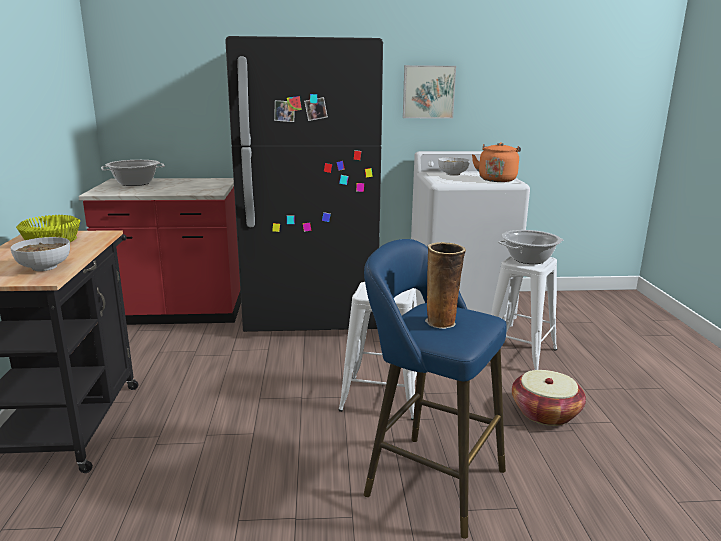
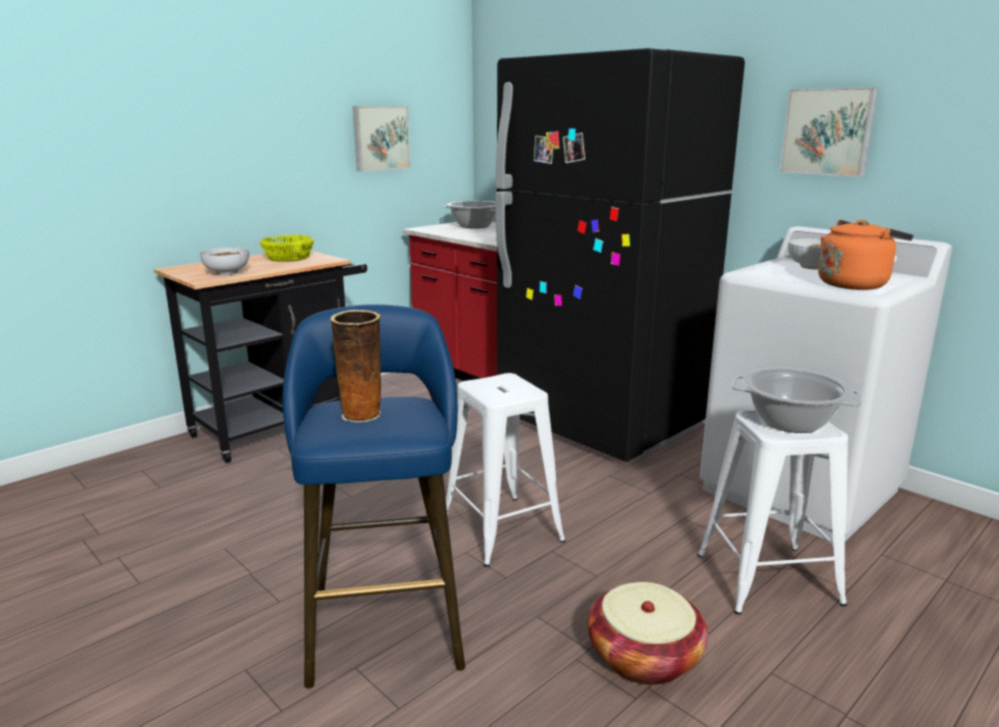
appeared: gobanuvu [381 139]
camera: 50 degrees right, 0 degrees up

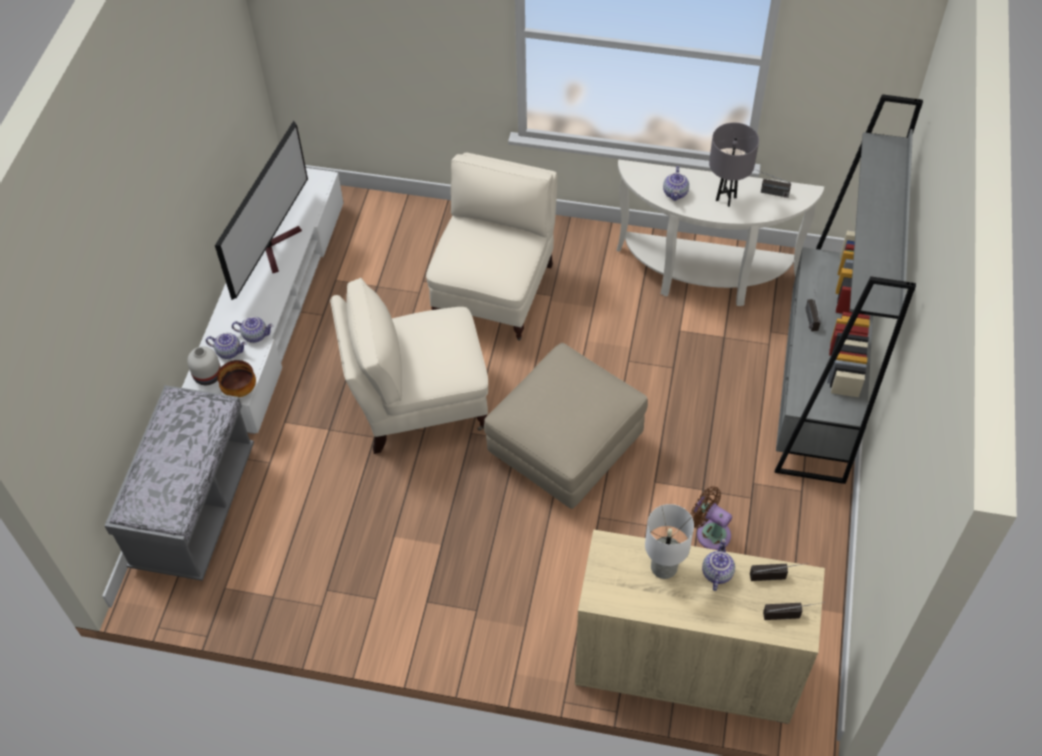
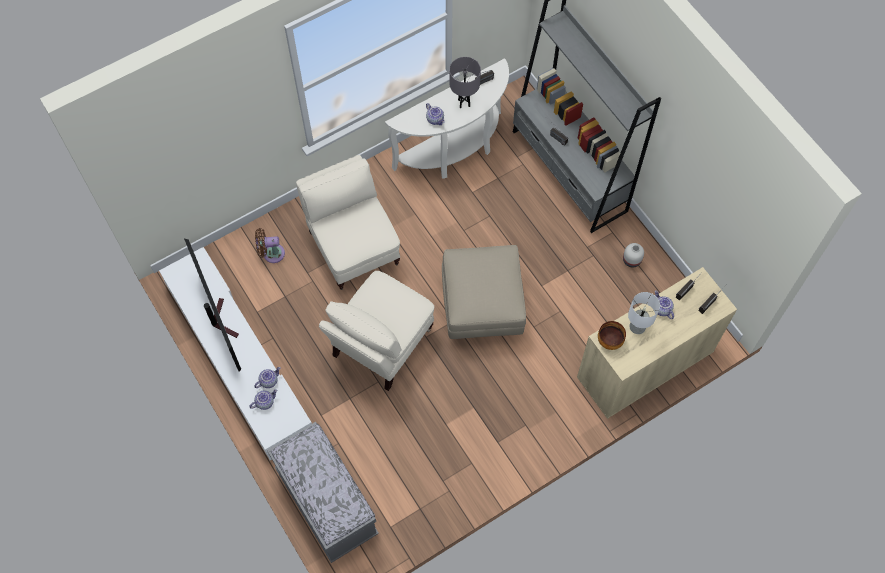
relocated: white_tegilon [204 365] to [633 255]; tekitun [236 378] to [612 335]; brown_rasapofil [711 518] to [270 245]
camera: 45 degrees left, 10 degrees up

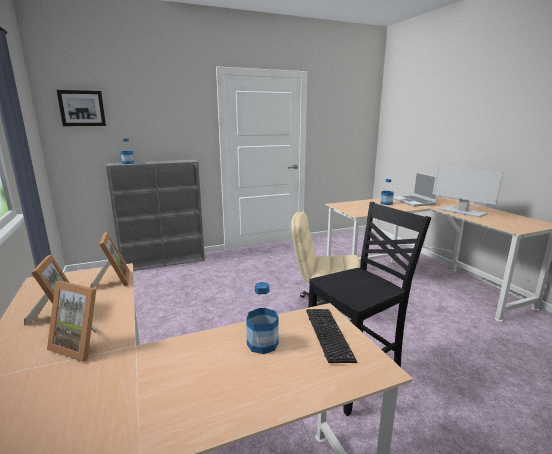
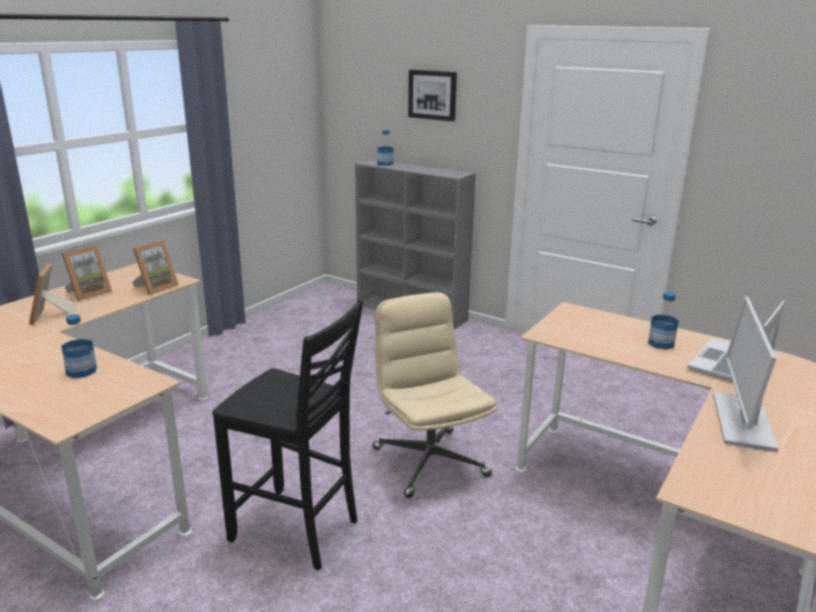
missing: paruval [331 336]
relocated: gobanuvu [81 108] to [432 95]
camera: 55 degrees right, 5 degrees up

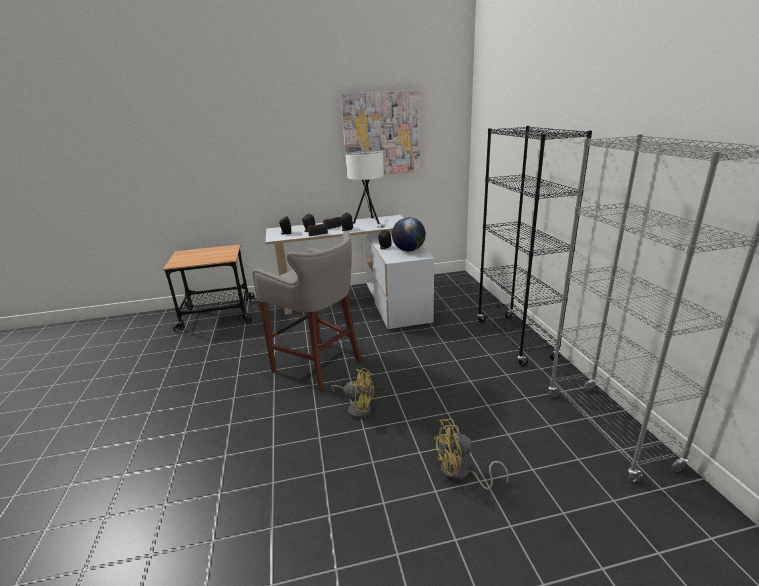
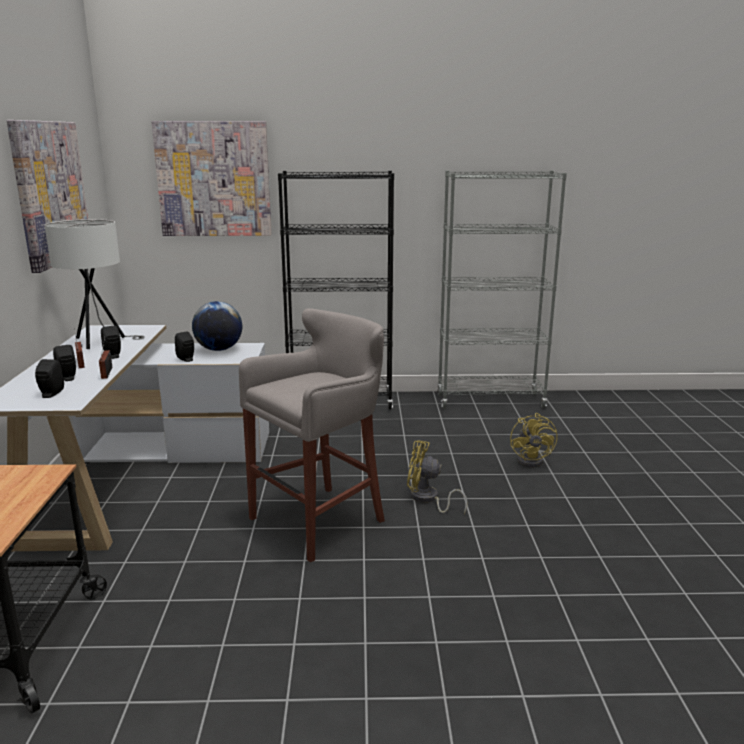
appeared: gobanuvu [212 178]
spun: yellow_rasapofil [352 393] = [437 477] 105 degrees counterclockwise
camera: 80 degrees left, 5 degrees down

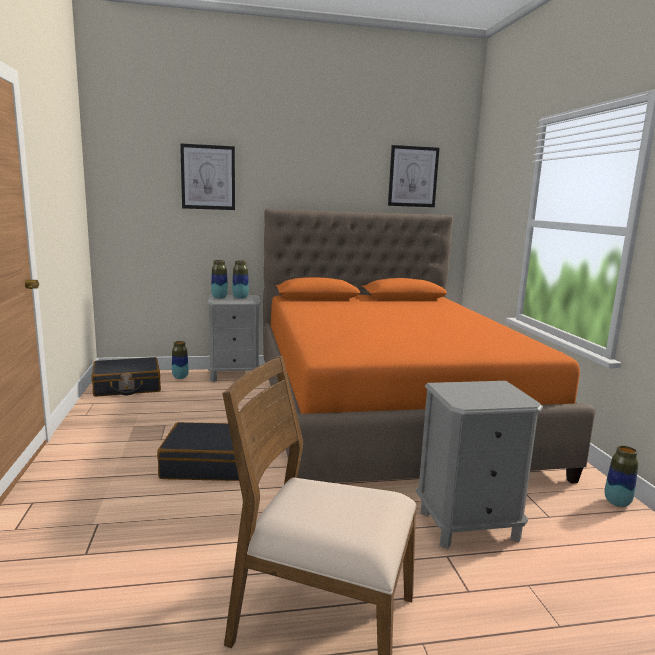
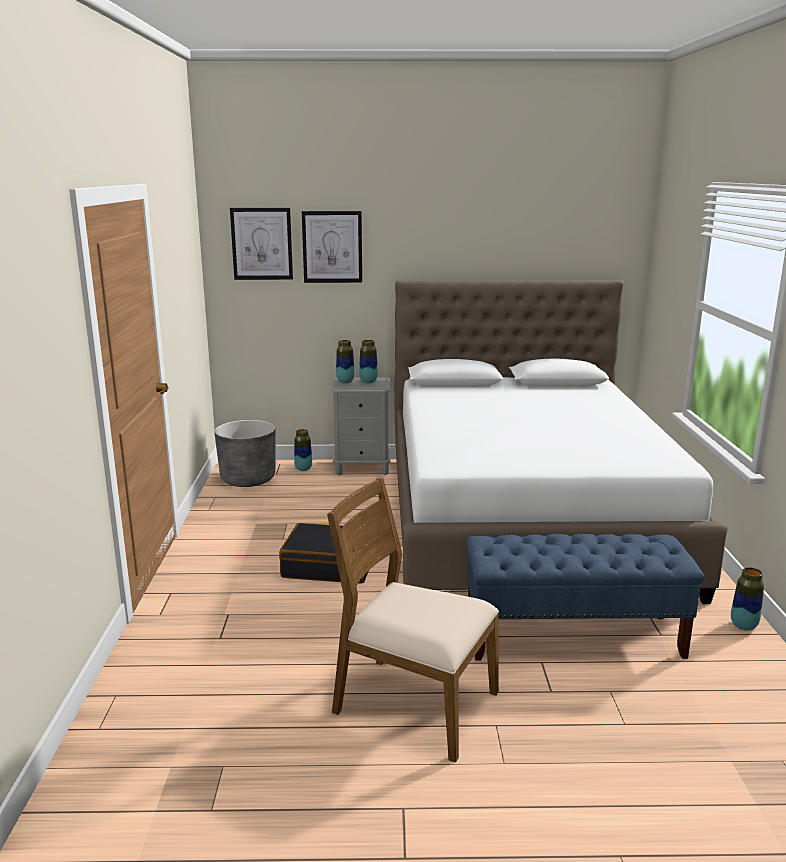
relocated: gobanuvu [413 176] to [261 244]
exchanged: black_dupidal [126 377] to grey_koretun [244 453]; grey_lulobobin [479 465] to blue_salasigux [585 597]
colour: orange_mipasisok [429 346] to white_mipasisok [561 442]
camera: 10 degrees right, 5 degrees up

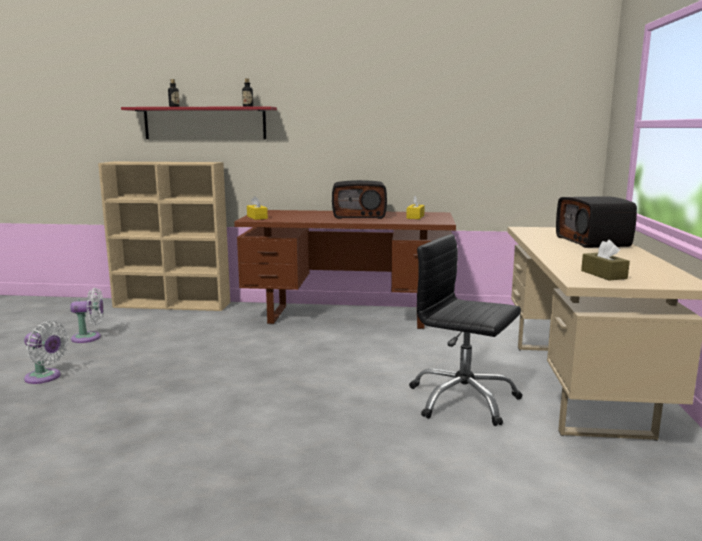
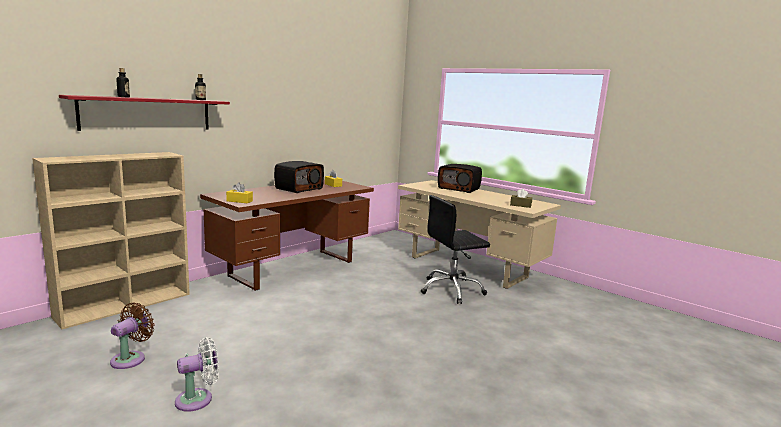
colour: white_rasapofil [87 315] to brown_rasapofil [132 335]
camera: 55 degrees left, 0 degrees up

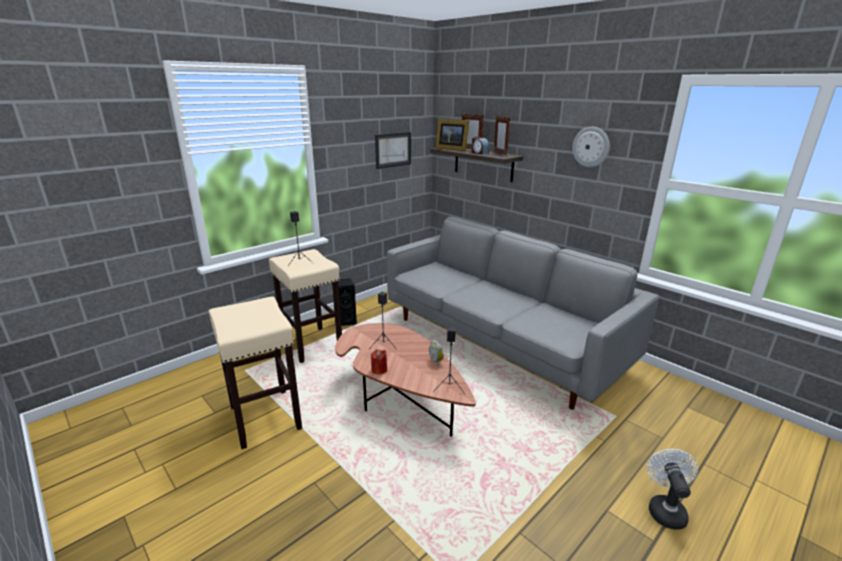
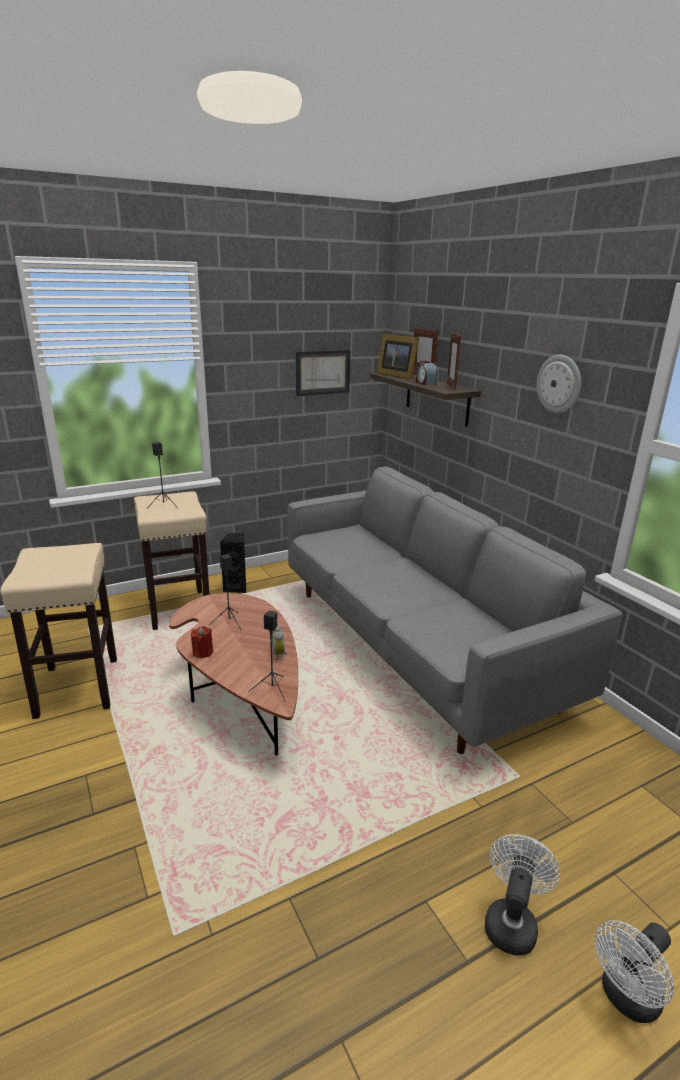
appeared: white_rasapofil [634 971]
camera: 15 degrees right, 0 degrees up

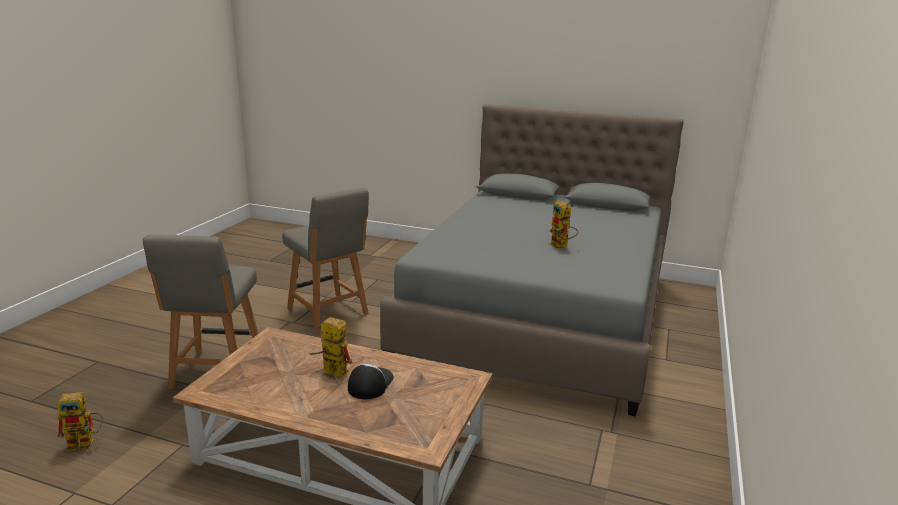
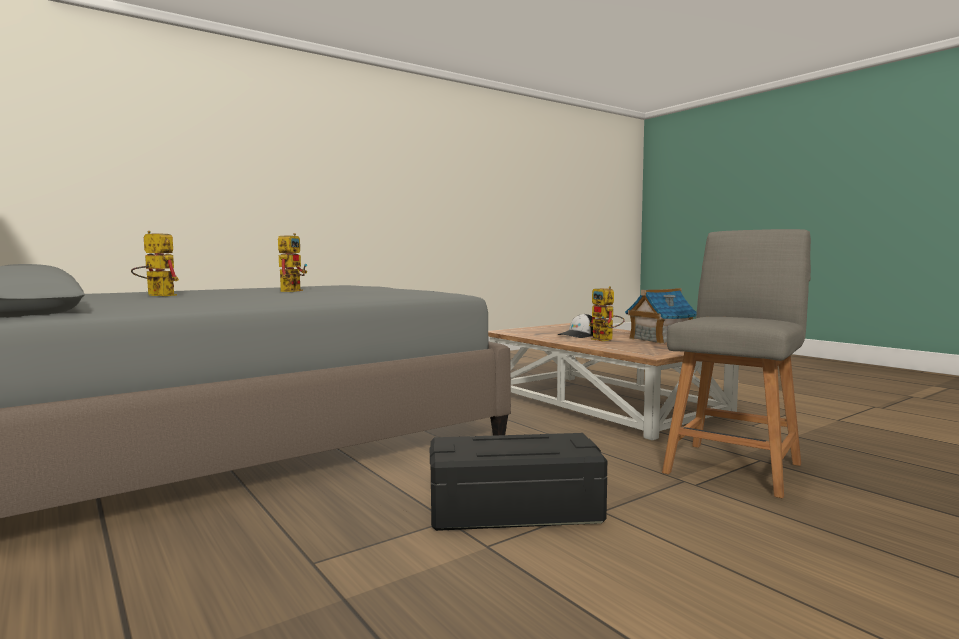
appeared: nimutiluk [661 316]
relocated: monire [80 421] to [155 263]
exchanged: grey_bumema [325 259] to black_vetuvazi [518 482]
camera: 145 degrees left, 15 degrees down

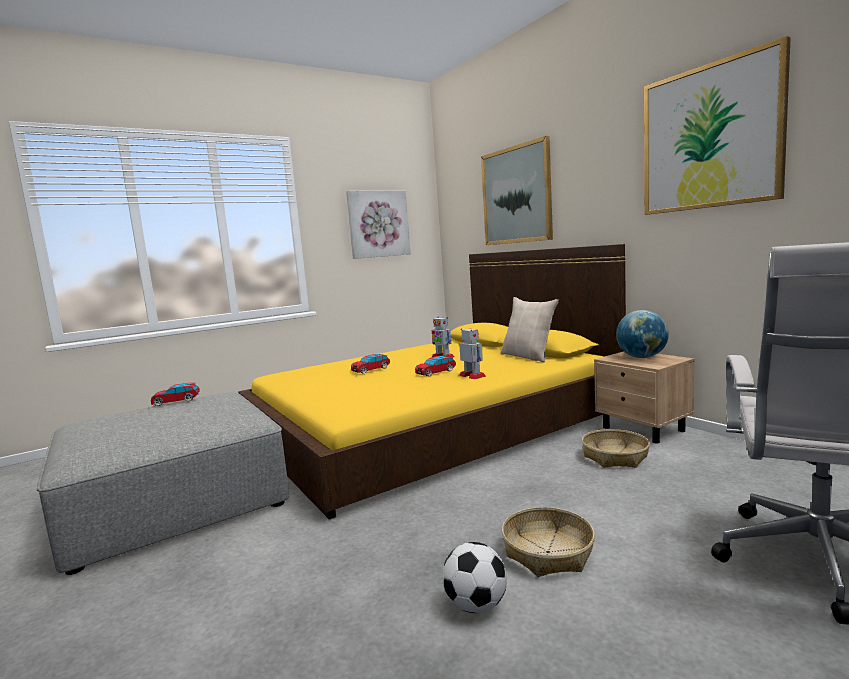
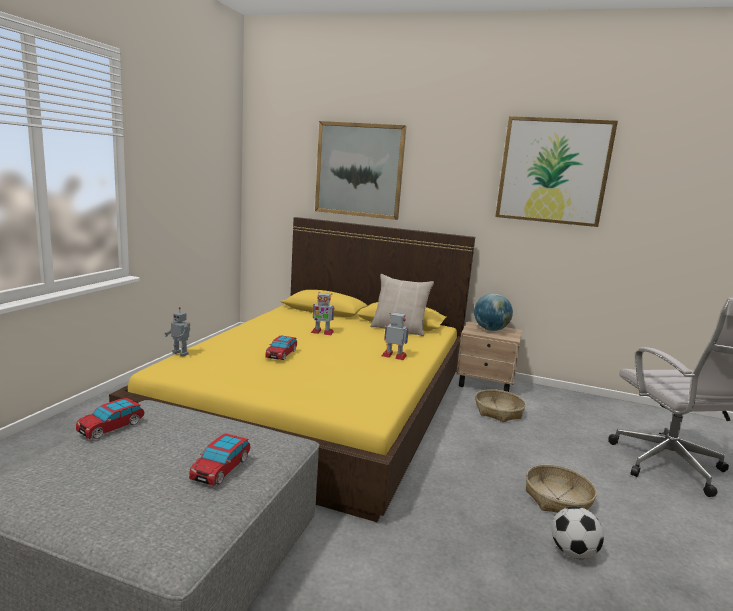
missing: gobanuvu [378 225]
appeared: monire [177 331]
relocated: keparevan [435 366] to [220 459]
camera: 40 degrees left, 5 degrees up

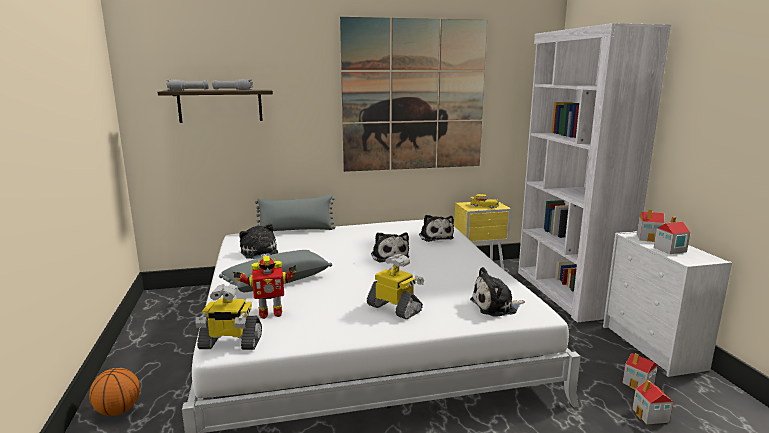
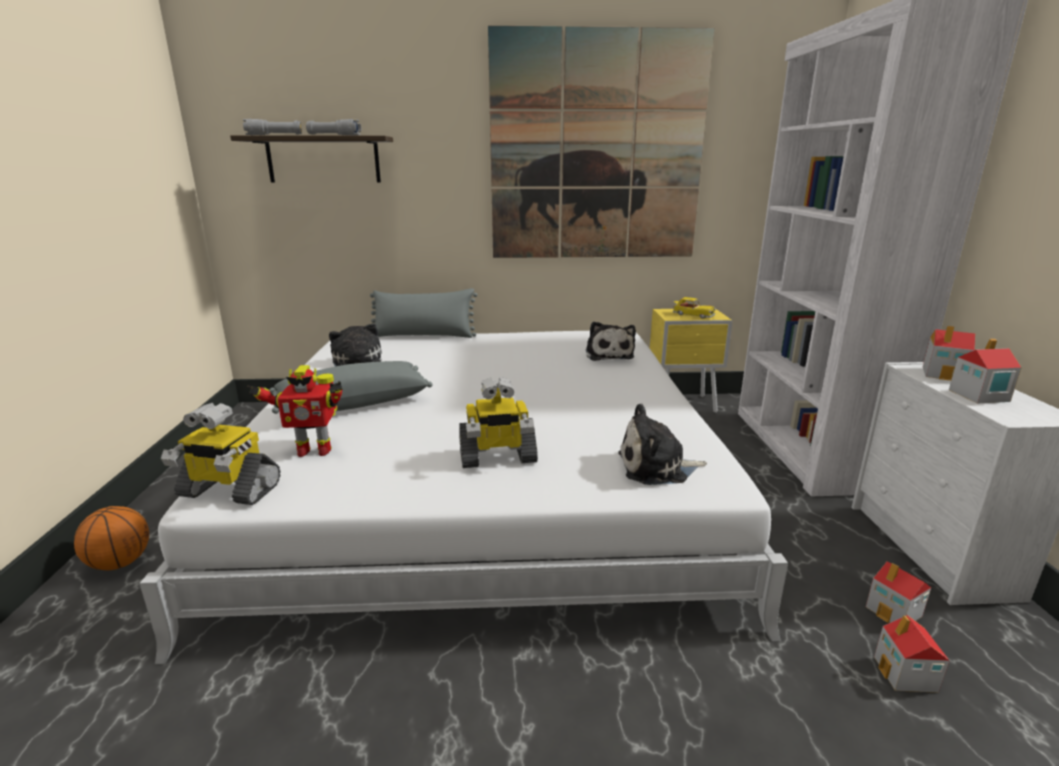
missing: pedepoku [390 247]
spun: monire [395 286] = [498 422] 120 degrees clockwise
camera: 10 degrees right, 5 degrees up

